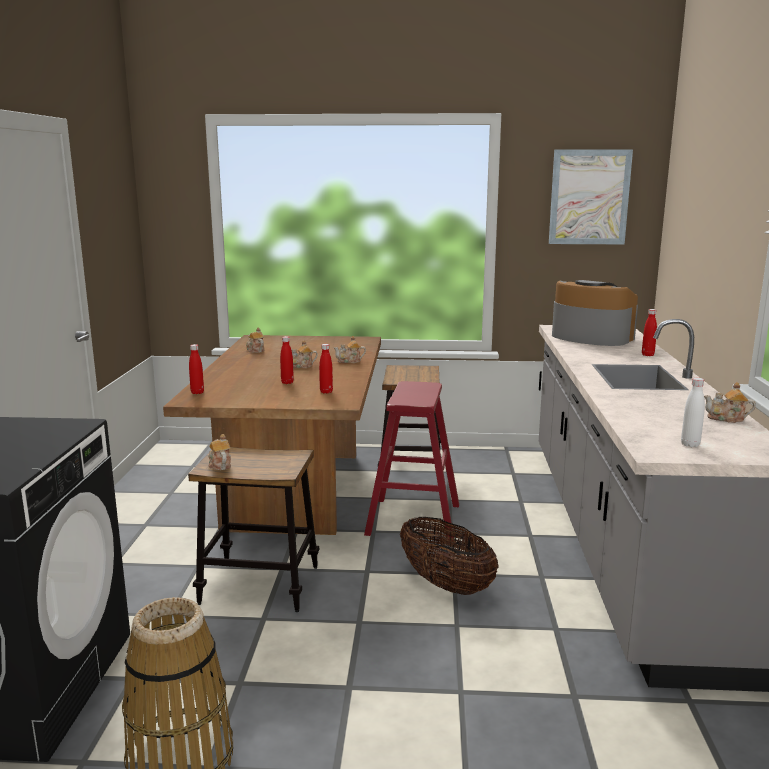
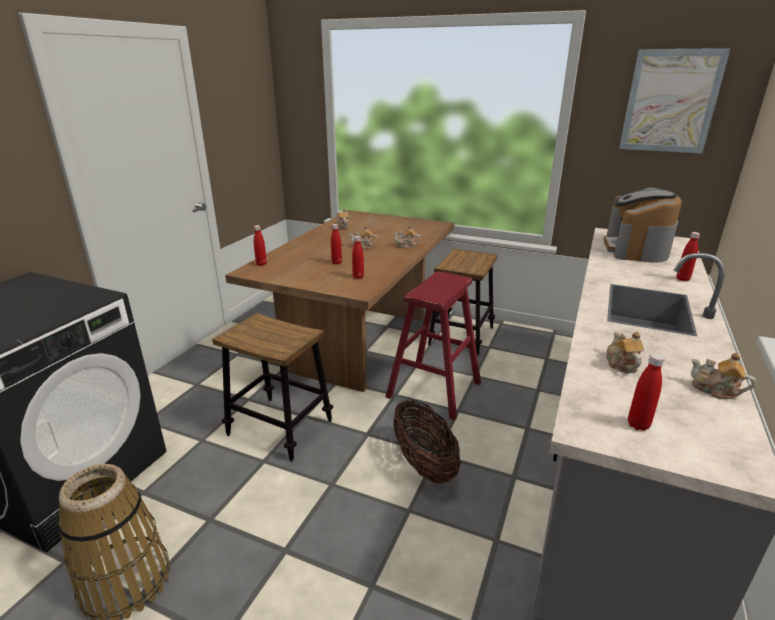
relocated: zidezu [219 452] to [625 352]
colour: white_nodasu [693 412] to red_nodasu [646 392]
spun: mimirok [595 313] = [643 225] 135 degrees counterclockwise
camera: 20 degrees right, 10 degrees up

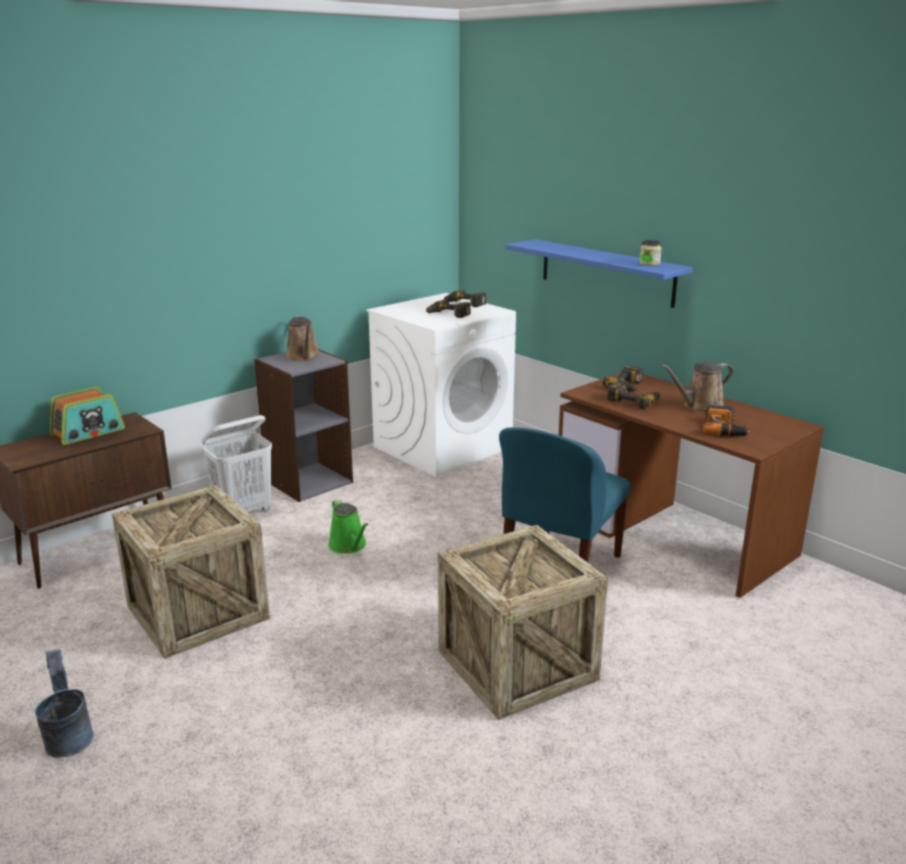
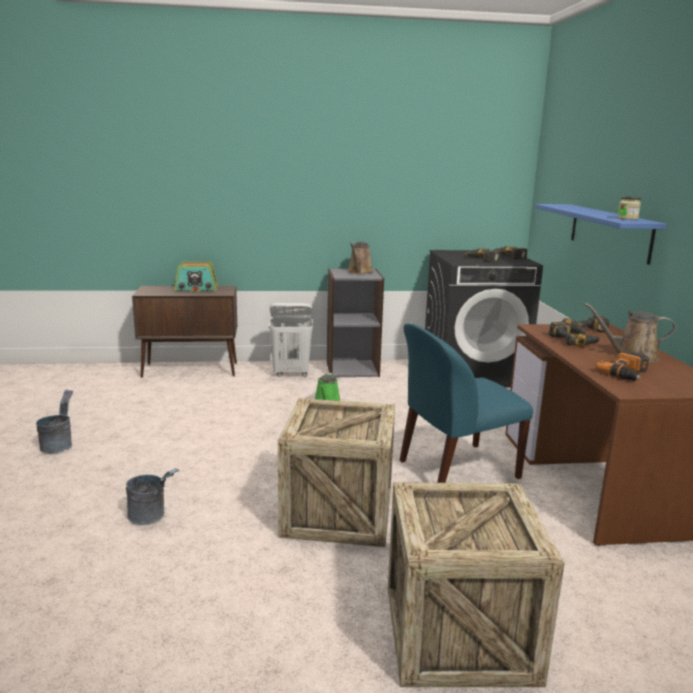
appeared: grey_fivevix [152 496]
relocated: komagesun [191 572] to [476 584]
colour: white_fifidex [441 385] to black_fifidex [484 318]
camera: 35 degrees right, 5 degrees down

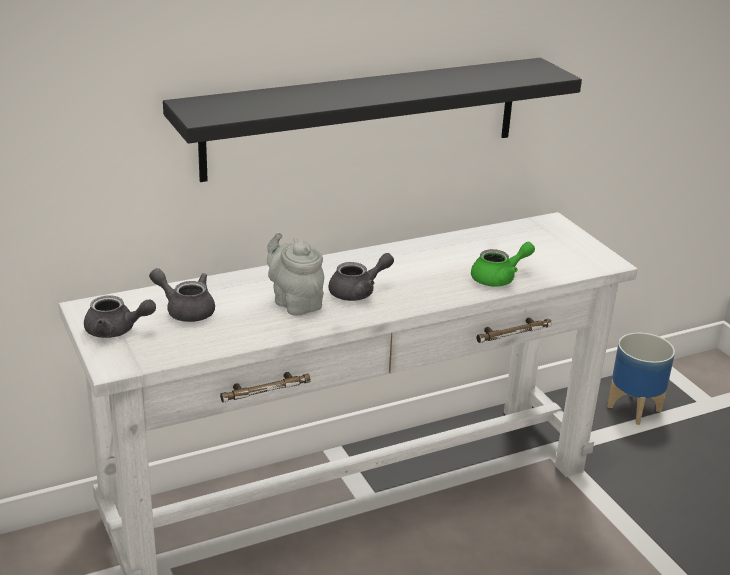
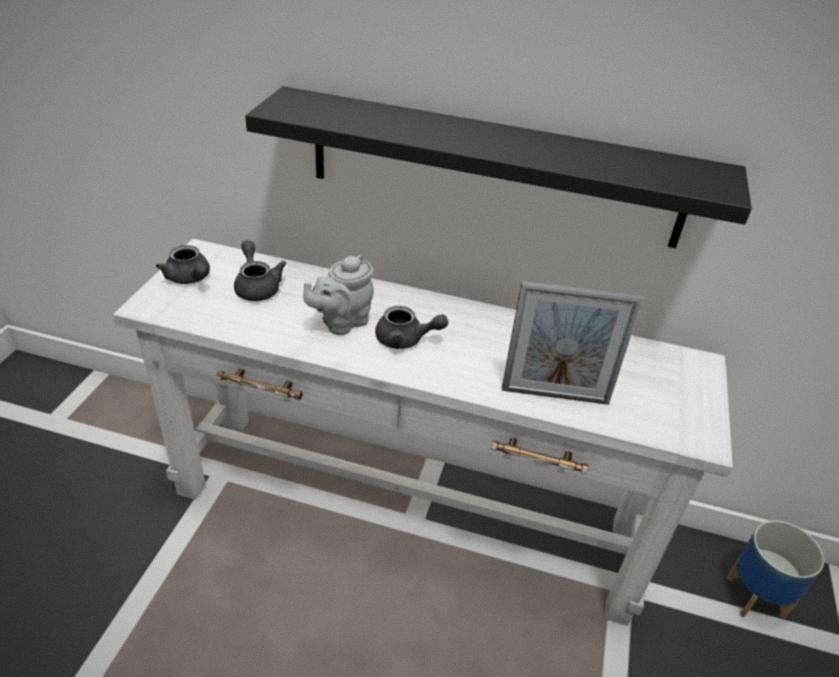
exchanged: green_zidezu [503 264] to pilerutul [572 343]
spun: grey_zidezu [295 274] = [338 294] 135 degrees counterclockwise
camera: 40 degrees right, 10 degrees up

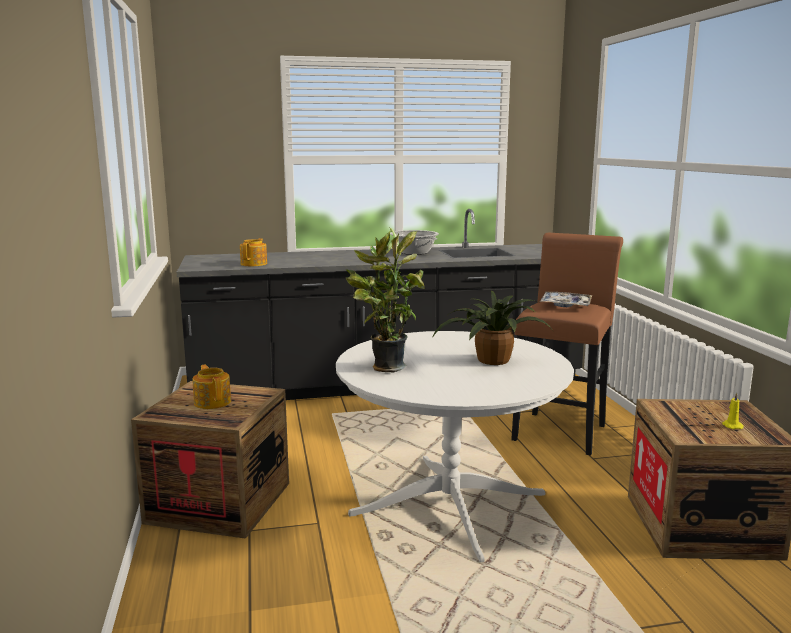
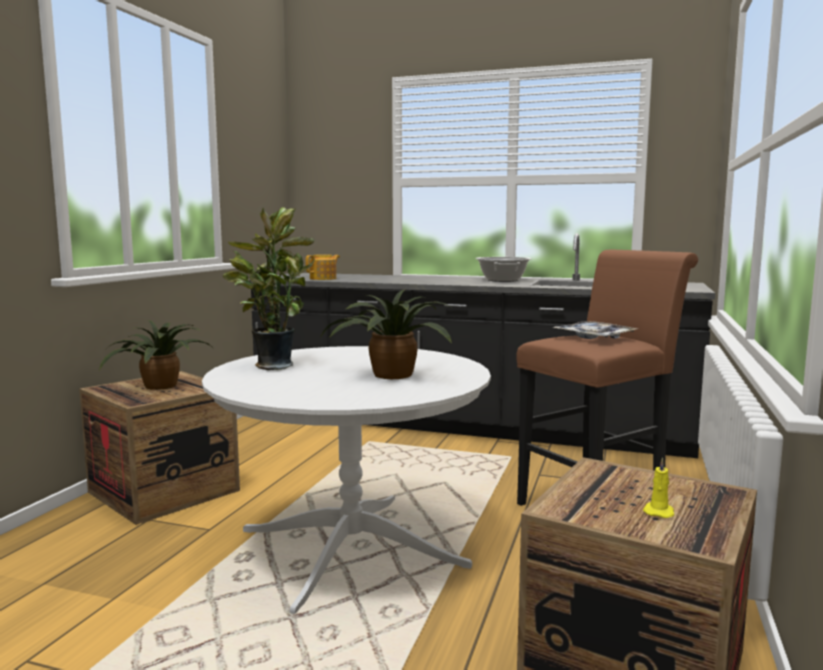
exchanged: zidezu [211 387] to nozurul [156 355]
camera: 30 degrees right, 5 degrees down

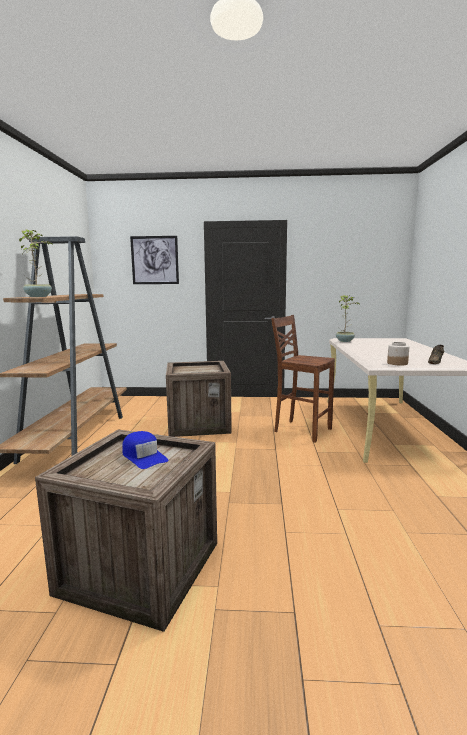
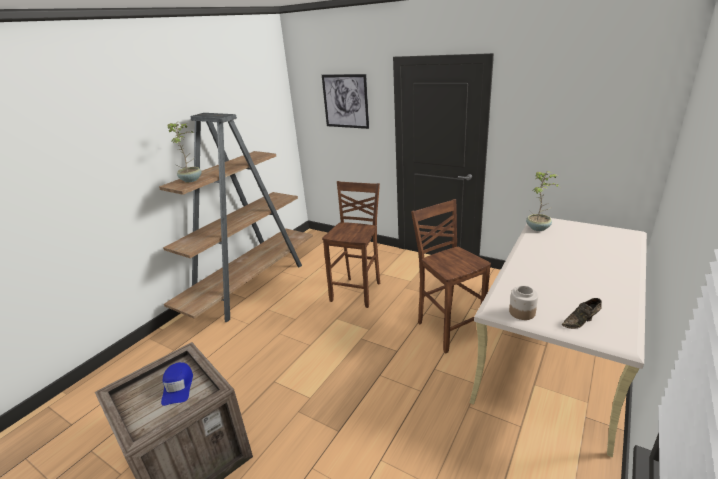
exchanged: komagesun [199 399] to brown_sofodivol [351 244]
camera: 30 degrees right, 15 degrees up

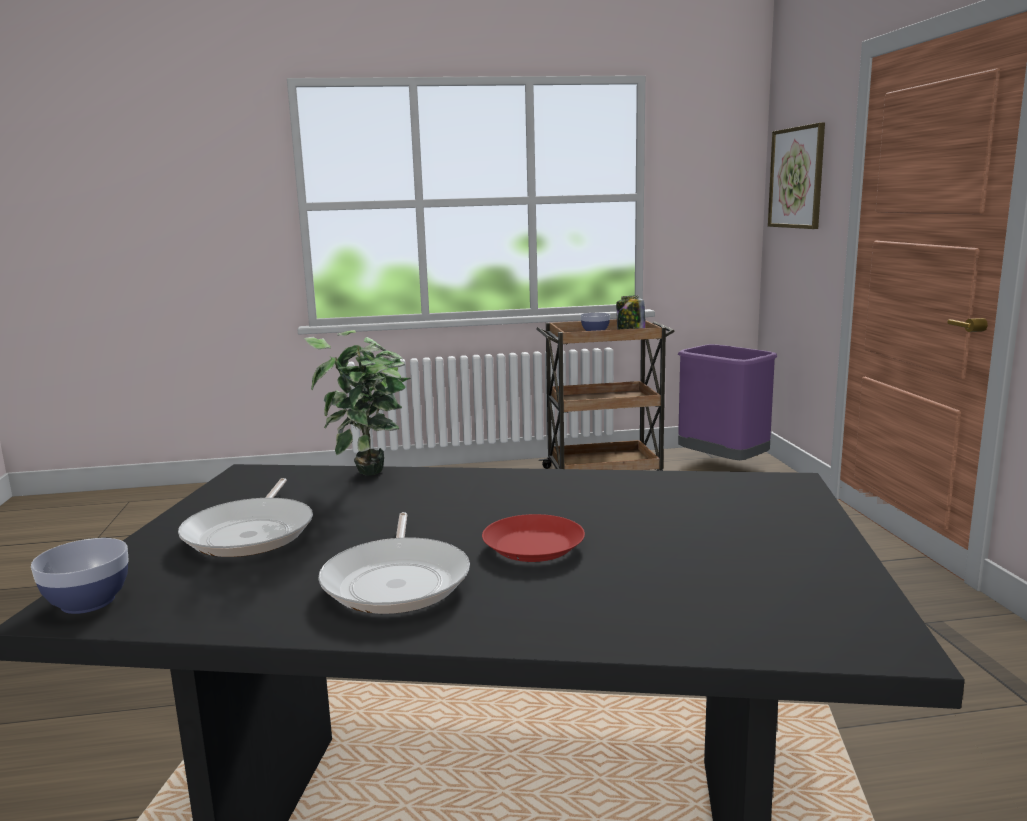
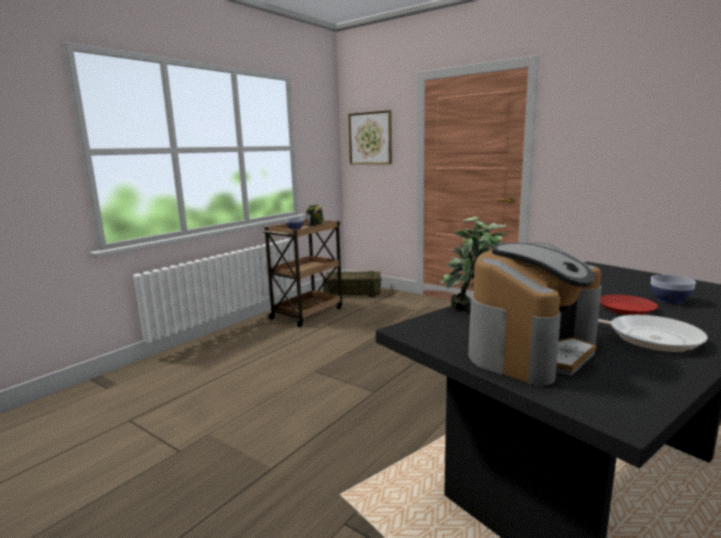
relocated: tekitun [80 576] to [673 289]
exchanged: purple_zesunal [727 402] to komagesun [352 284]; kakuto [245 517] to mimirok [535 314]
camera: 45 degrees left, 0 degrees up

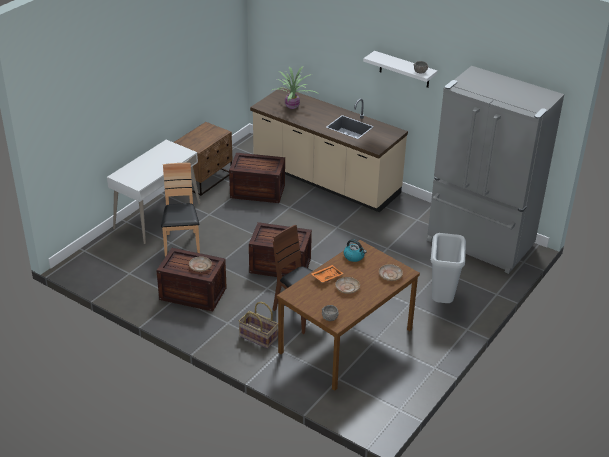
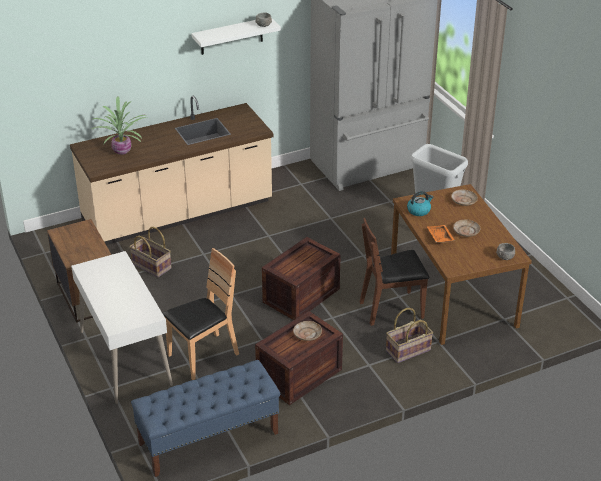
appeared: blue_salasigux [205 418]
exchanged: komagesun [257 178] to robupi [150 252]
spun: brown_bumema [180 210] = [201 314] 120 degrees clockwise
camera: 60 degrees left, 0 degrees up

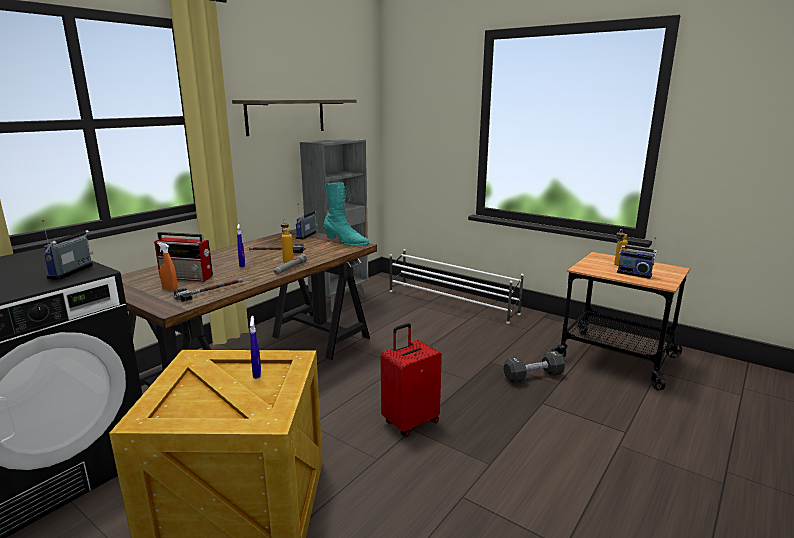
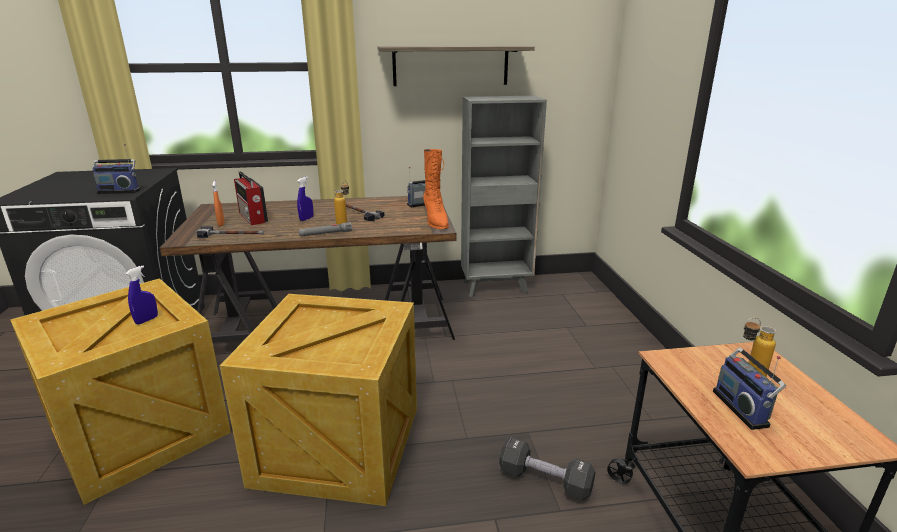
missing: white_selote [457 286]
exchanged: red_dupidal [411 379] to komagesun [318 400]
colour: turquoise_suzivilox [346 214] to orange_suzivilox [436 189]
spun: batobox [68 249] = [116 169] 150 degrees counterclockwise
camera: 45 degrees right, 5 degrees up

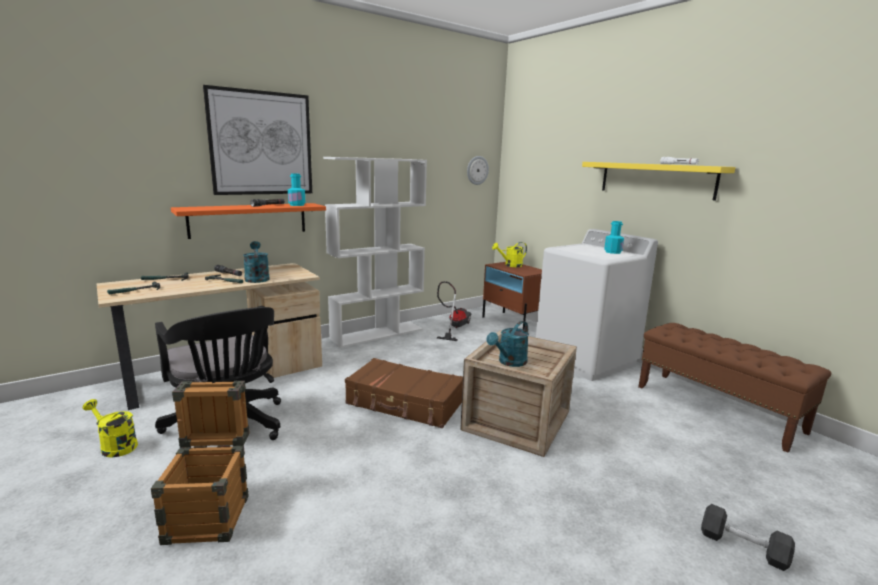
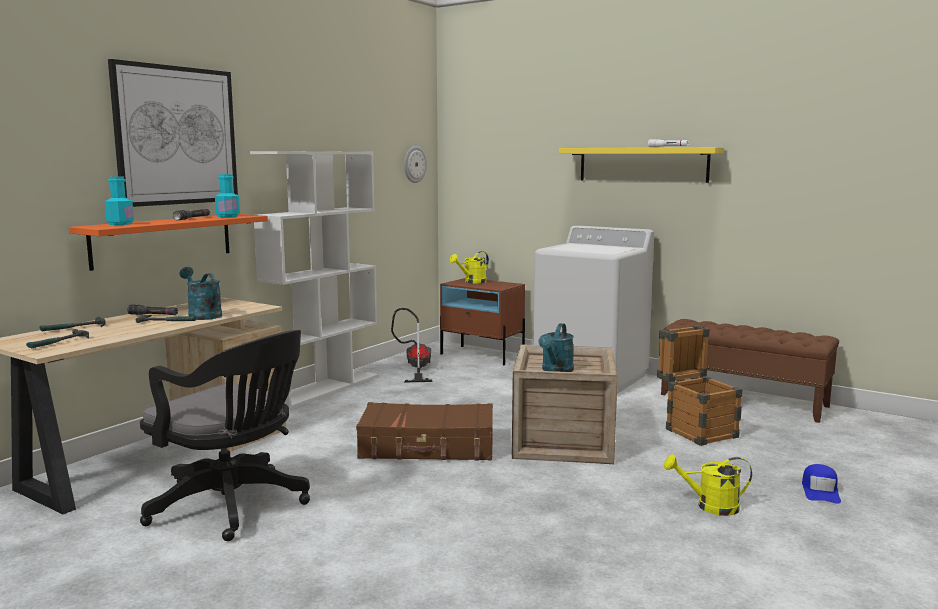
relocated: turquoise_nodasu [614 237] to [119 201]; komagesun [200 463] to [700 386]; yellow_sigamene [110 428] to [708 485]
exchanged: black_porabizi [748 537] to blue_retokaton [821 483]
camera: 20 degrees left, 5 degrees down

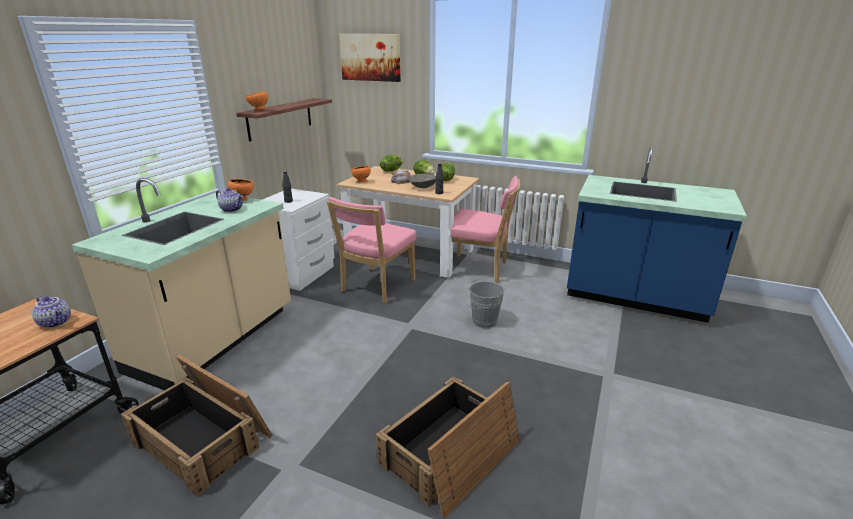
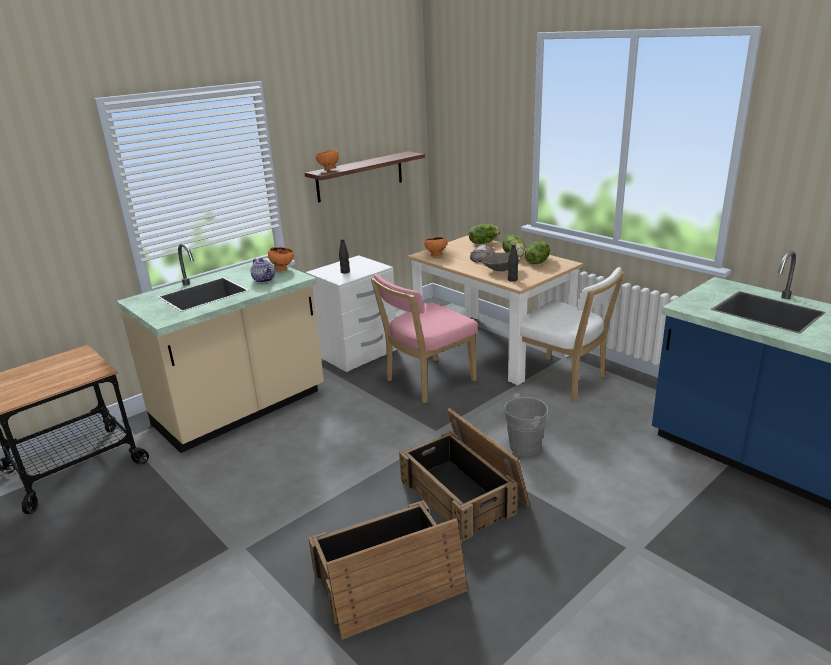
missing: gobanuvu [370 58]; zidezu [51 312]
relocated: komagesun [197 425] to [464 475]
colour: pink_bumema [486 229] to white_bumema [572 334]
camera: 25 degrees right, 0 degrees up

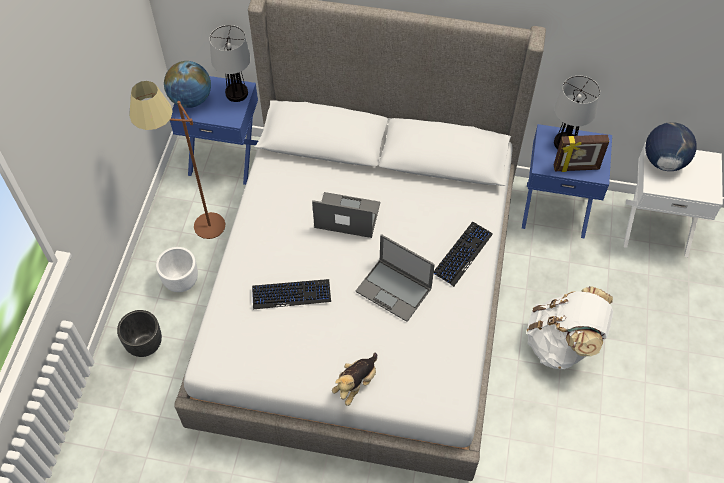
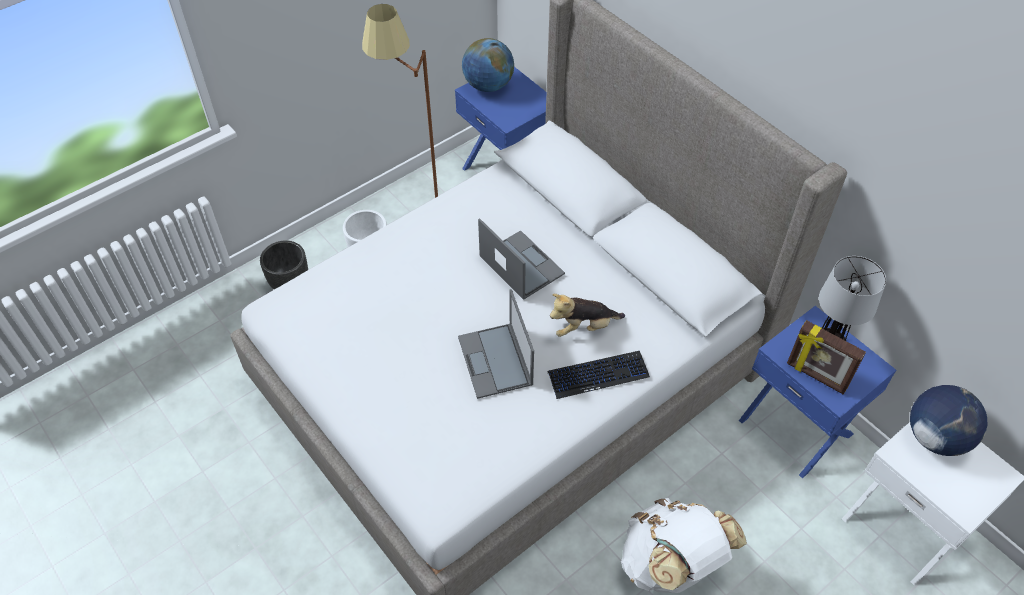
missing: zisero [230 63]; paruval [291 294]
relocated: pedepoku [354 379] to [587 315]
camera: 40 degrees right, 5 degrees down

